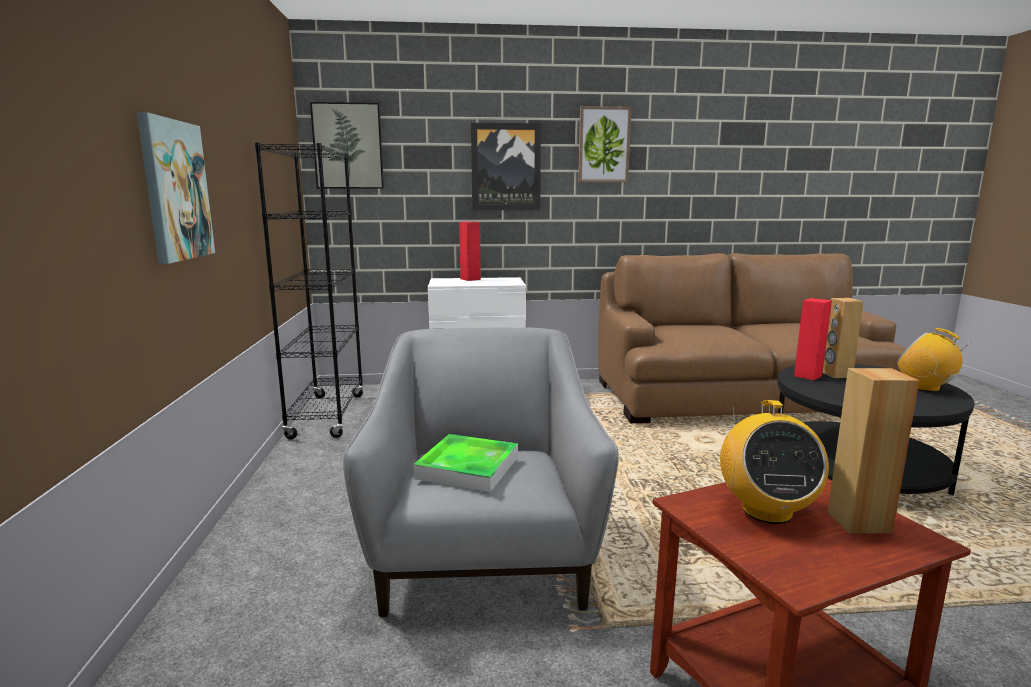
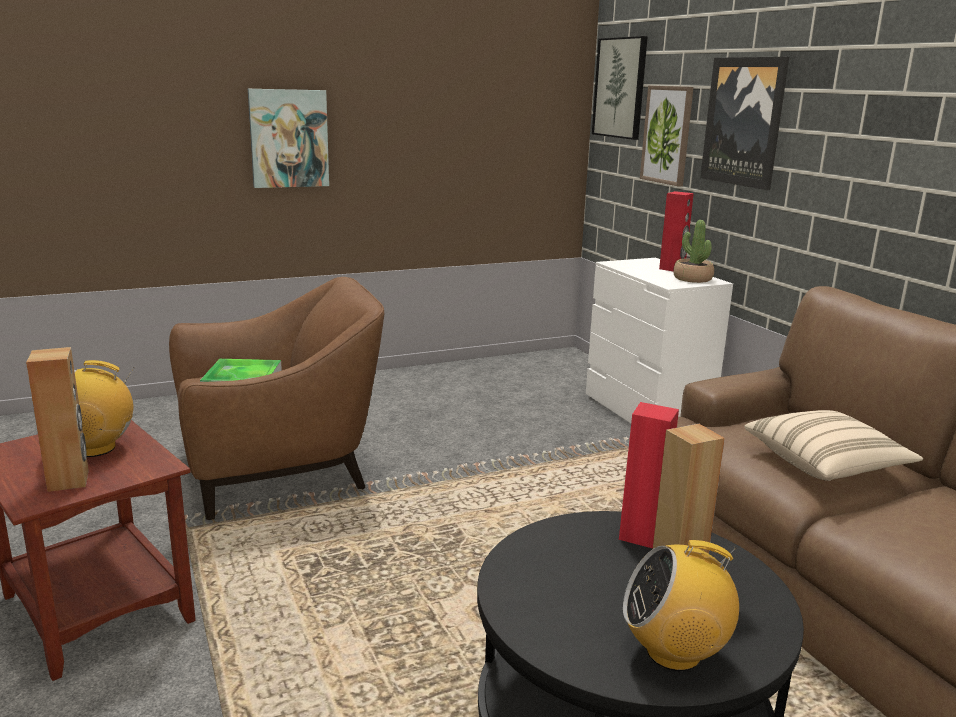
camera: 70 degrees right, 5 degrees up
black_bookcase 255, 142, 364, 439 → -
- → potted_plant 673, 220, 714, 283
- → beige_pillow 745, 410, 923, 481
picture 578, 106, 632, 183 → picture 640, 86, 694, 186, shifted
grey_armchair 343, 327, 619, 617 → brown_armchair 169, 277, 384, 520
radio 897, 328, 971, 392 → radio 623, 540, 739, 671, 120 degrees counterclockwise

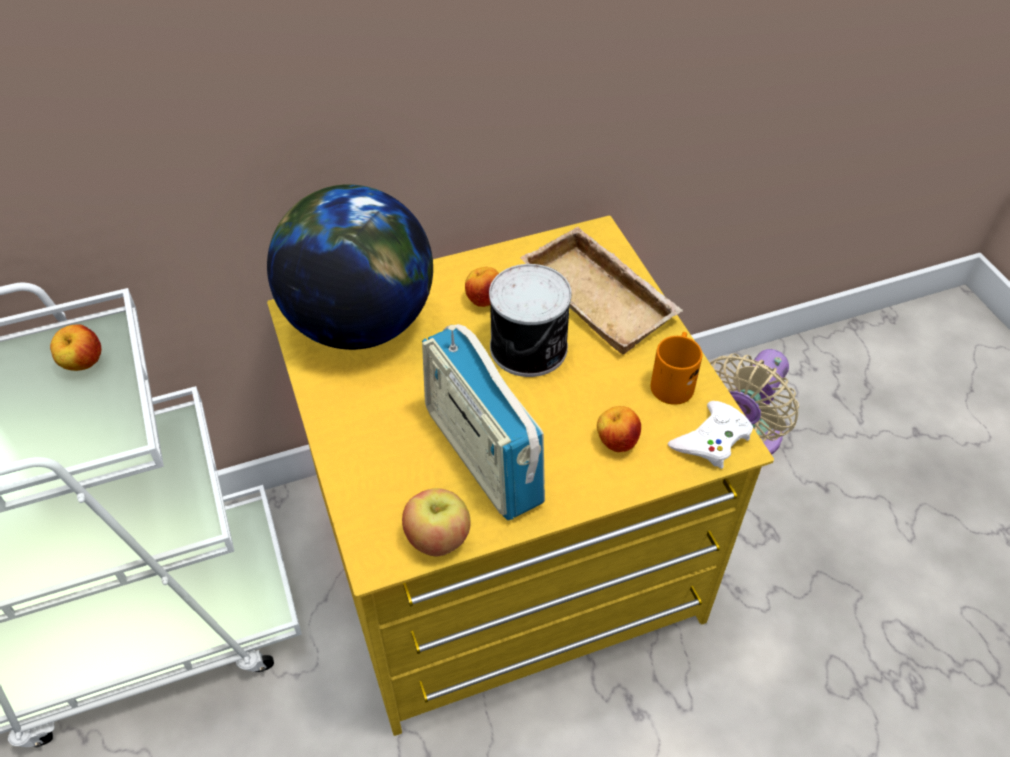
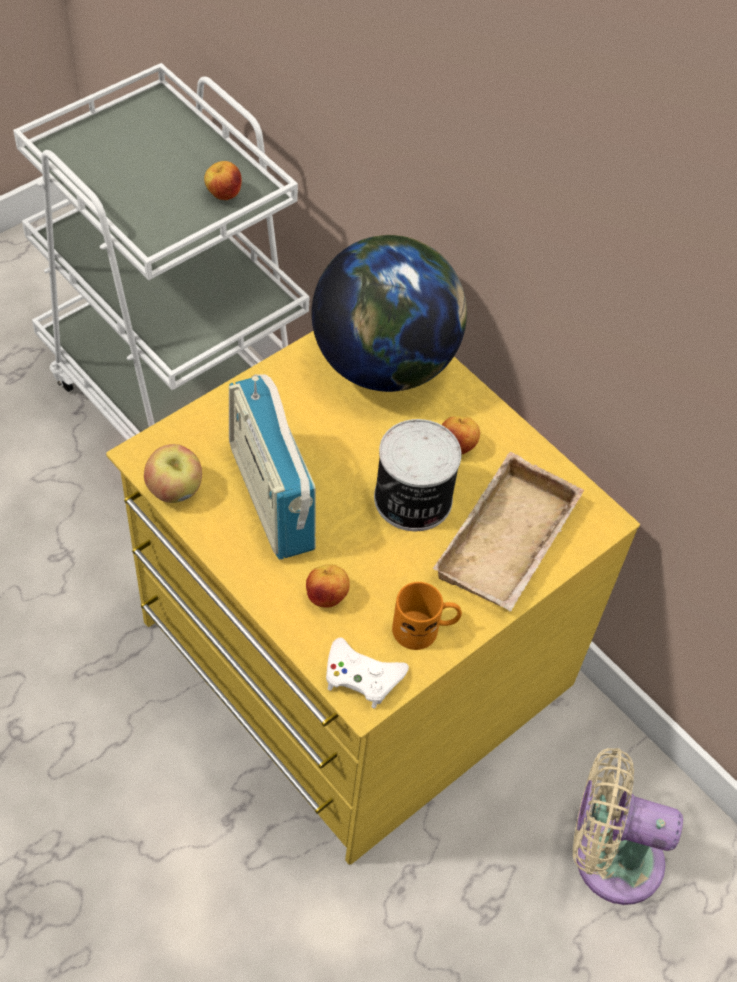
camera: 65 degrees right, 5 degrees up
radio 422, 324, 545, 520 → radio 229, 374, 316, 560, 60 degrees counterclockwise

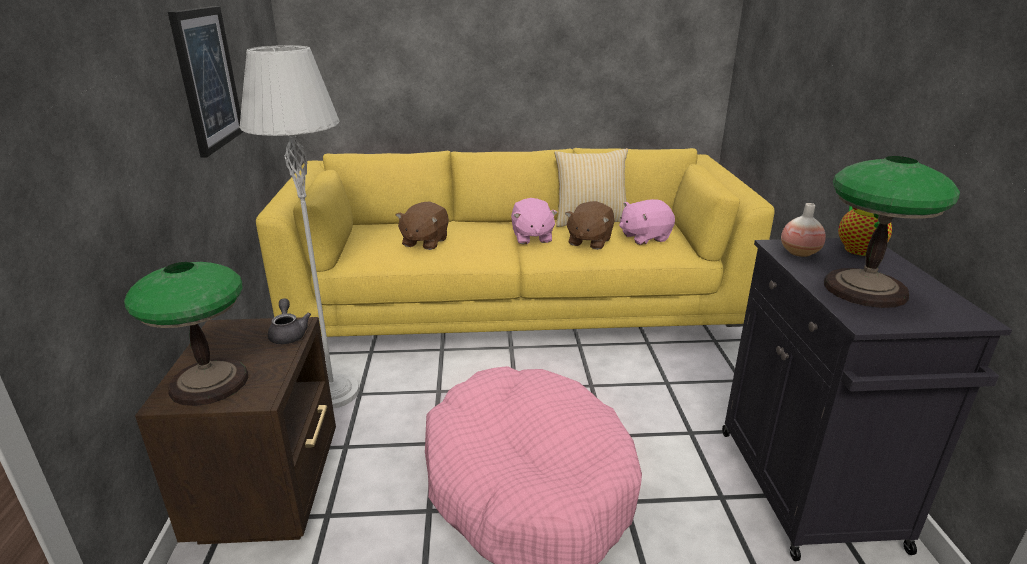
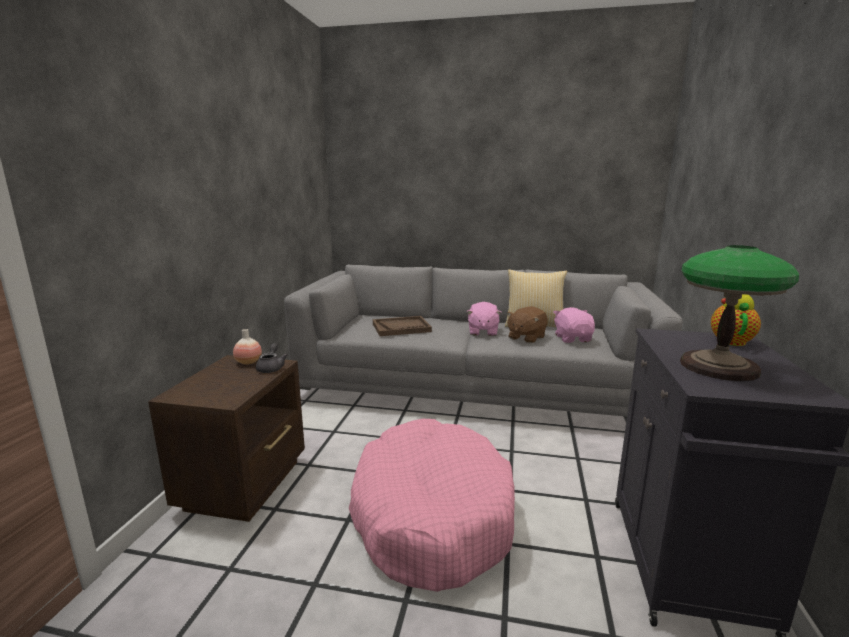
camera: 15 degrees right, 10 degrees down
table_lamp 124, 262, 249, 406 → -
picture 168, 6, 243, 157 → -
grey_floor_lamp 240, 45, 359, 409 → -
vase 781, 203, 826, 257 → vase 233, 329, 262, 365, shifted
brown_plush_toy 396, 202, 449, 250 → brown_tray 373, 316, 432, 336
yellow_sofa 256, 148, 775, 337 → grey_sofa 284, 265, 683, 417
pink_plush_toy 619, 199, 675, 245 → pink_plush_toy 553, 307, 595, 343, 90 degrees clockwise

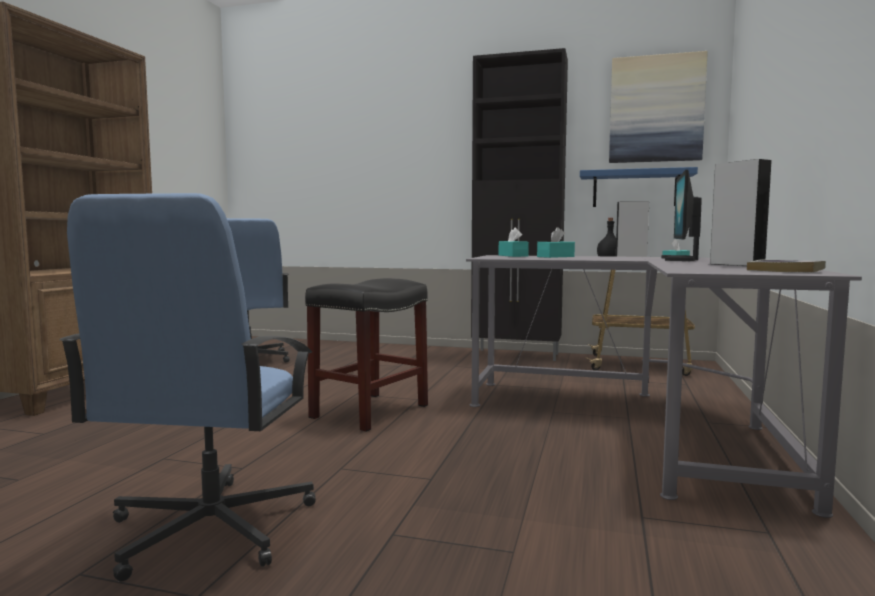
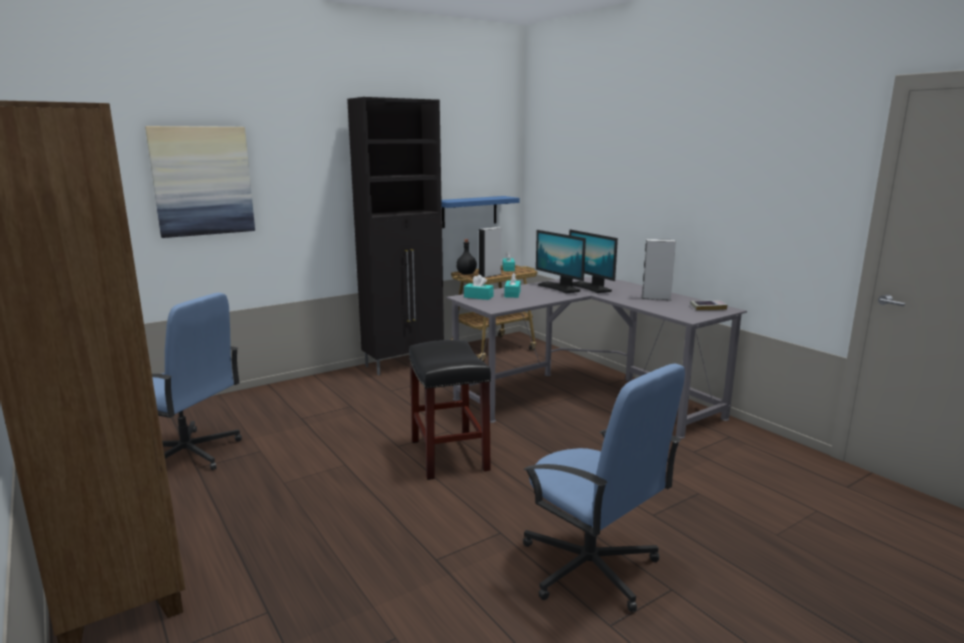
camera: 50 degrees left, 10 degrees up
- → monitor 536, 230, 586, 293
picture 609, 51, 708, 163 → picture 145, 126, 255, 238, shifted

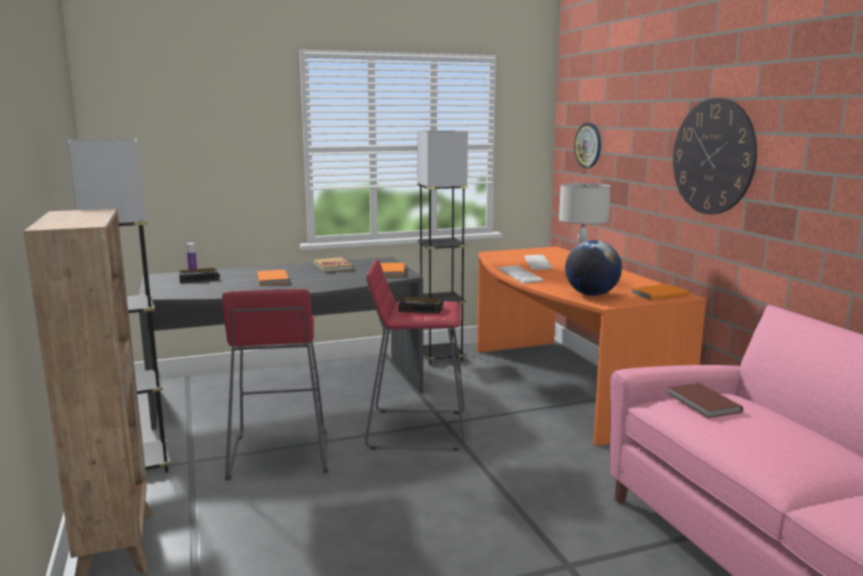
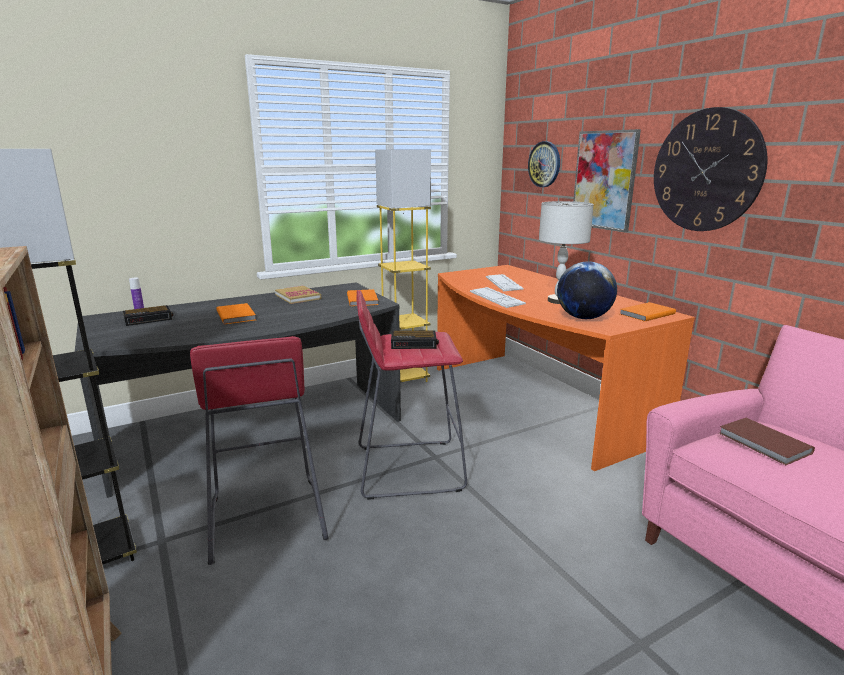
camera: 10 degrees left, 5 degrees up
- → picture 573, 129, 641, 232
grey_floor_lamp 417, 131, 468, 365 → yellow_floor_lamp 375, 149, 431, 382

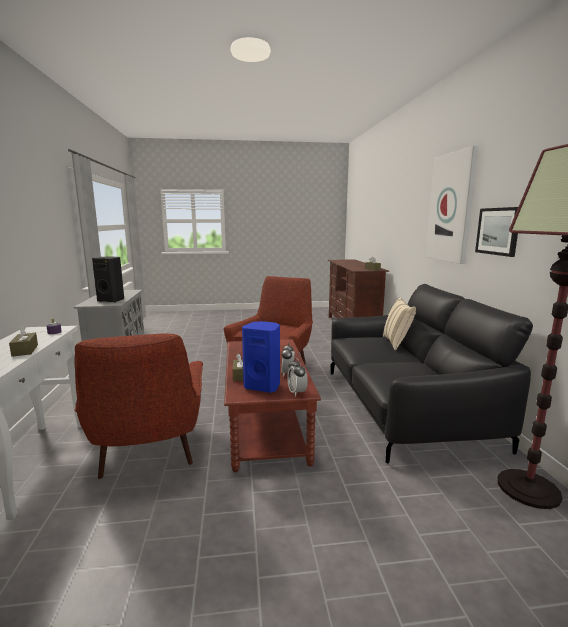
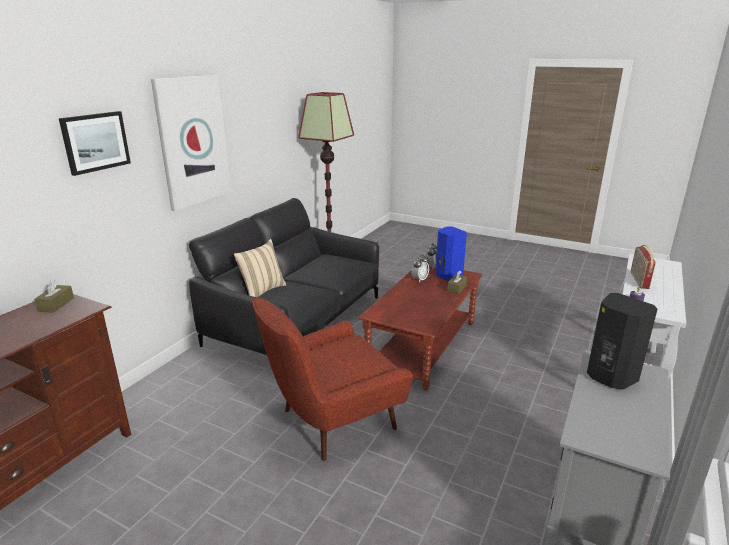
camera: 145 degrees left, 10 degrees up
red_armchair 74, 334, 203, 479 → -
picture 475, 207, 518, 257 → picture 59, 111, 131, 176, shifted
brown_tissue_box 9, 325, 38, 357 → radio 631, 245, 656, 289

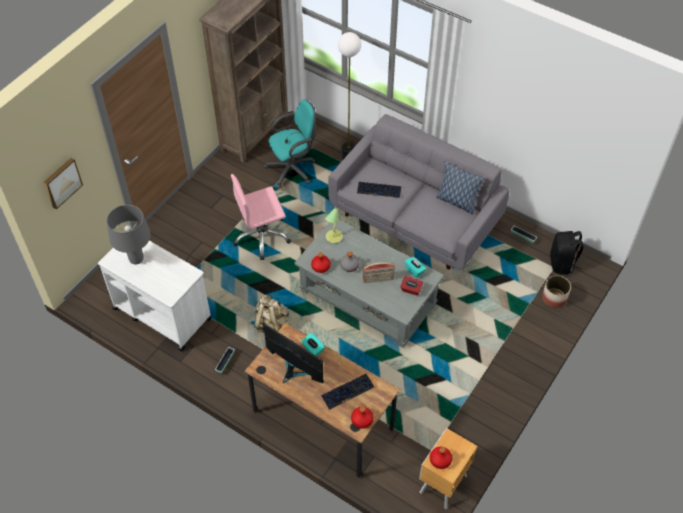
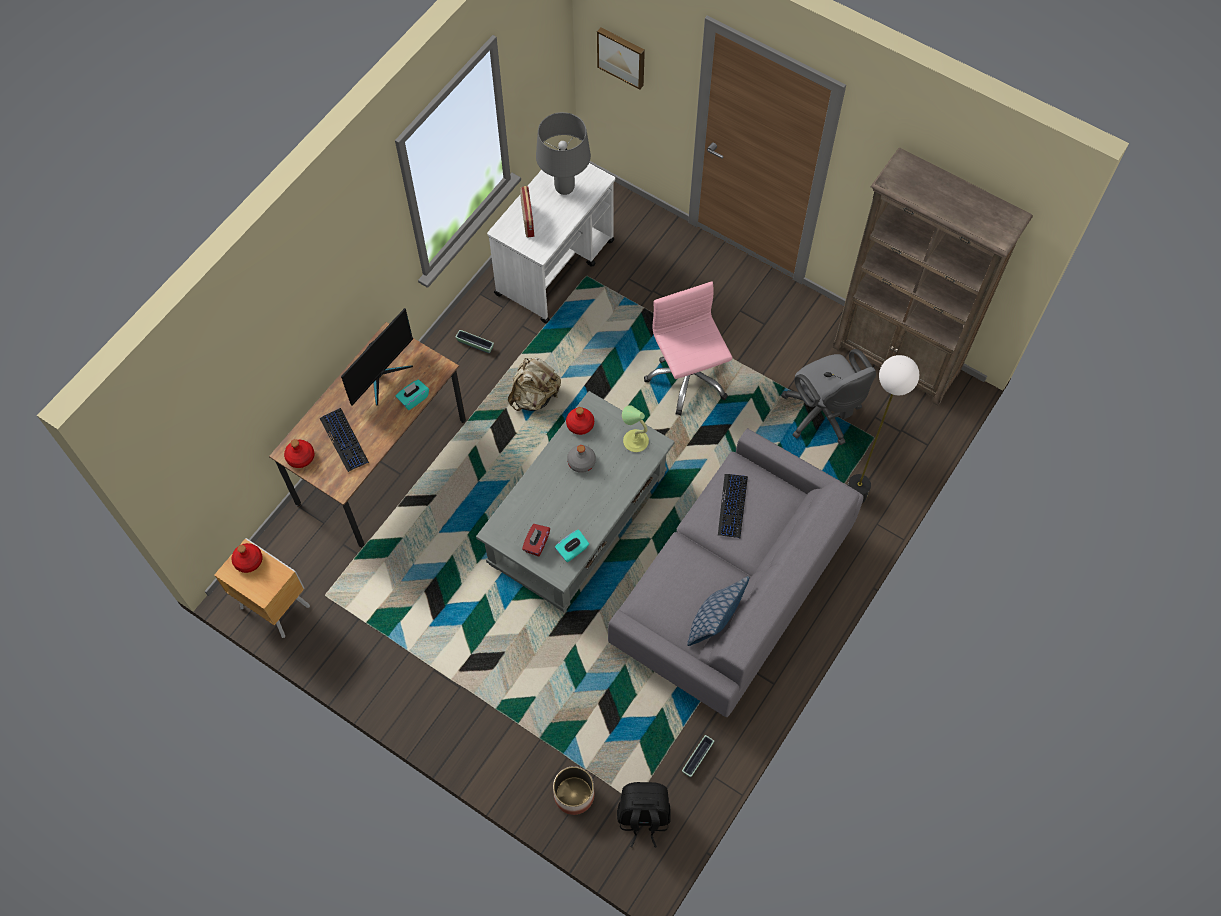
camera: 90 degrees right, 10 degrees up
radio 363, 262, 395, 283 → radio 520, 186, 534, 237, shifted
turquoise_office_chair 264, 100, 316, 189 → grey_office_chair 781, 349, 876, 445

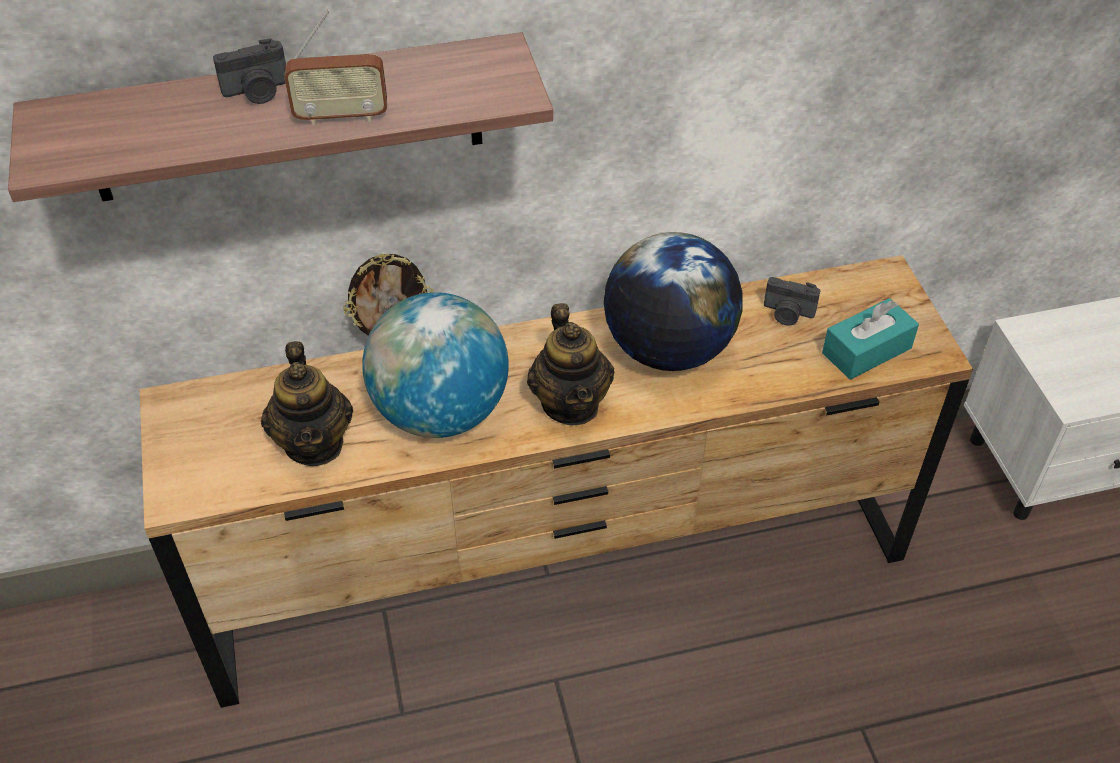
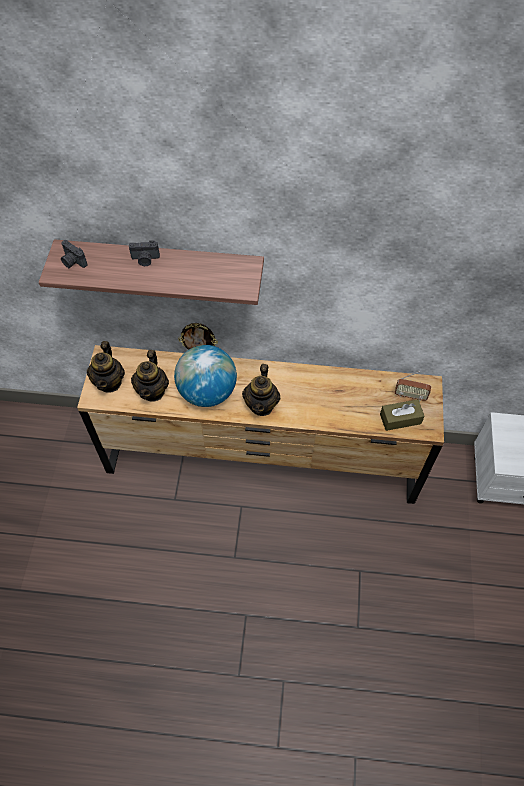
camera: 20 degrees right, 10 degrees up
globe 604, 232, 743, 371 → -
- → teapot 87, 341, 125, 393
radio 284, 9, 387, 126 → radio 395, 371, 431, 401, shifted
photo_camera 764, 277, 821, 326 → photo_camera 61, 240, 88, 268, shifted
turquoise_tissue_box 822, 298, 919, 380 → brown_tissue_box 380, 399, 424, 431

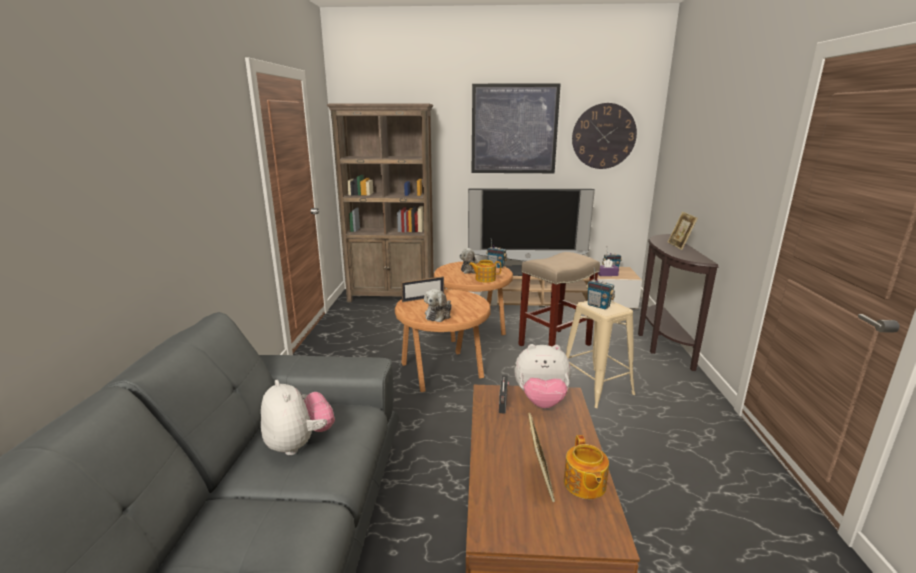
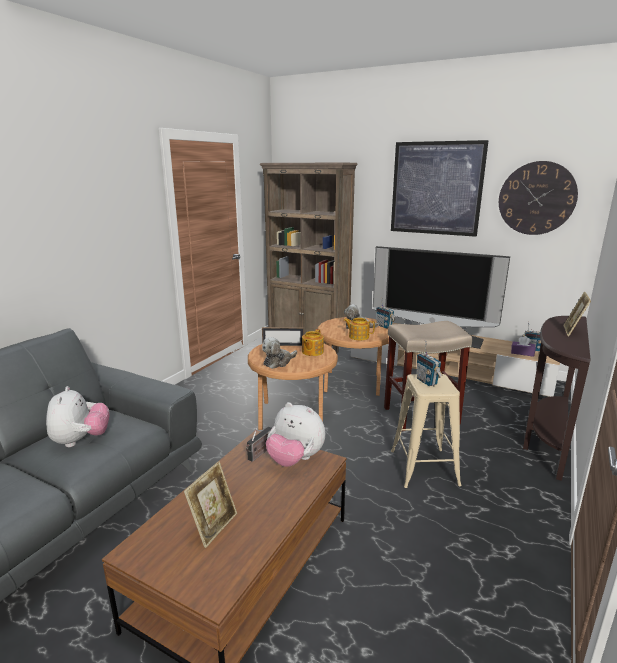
camera: 25 degrees right, 0 degrees up
teapot 564, 435, 609, 499 → teapot 302, 329, 324, 356, shifted

